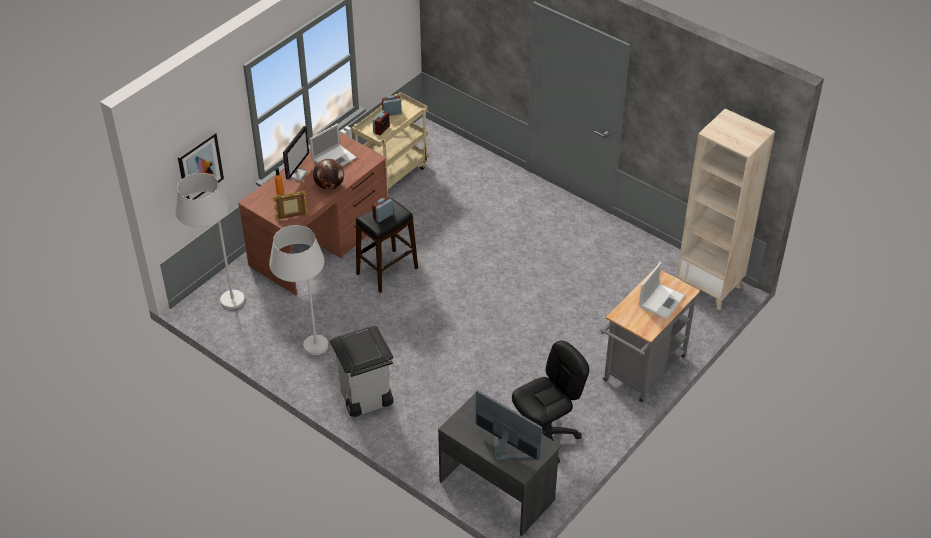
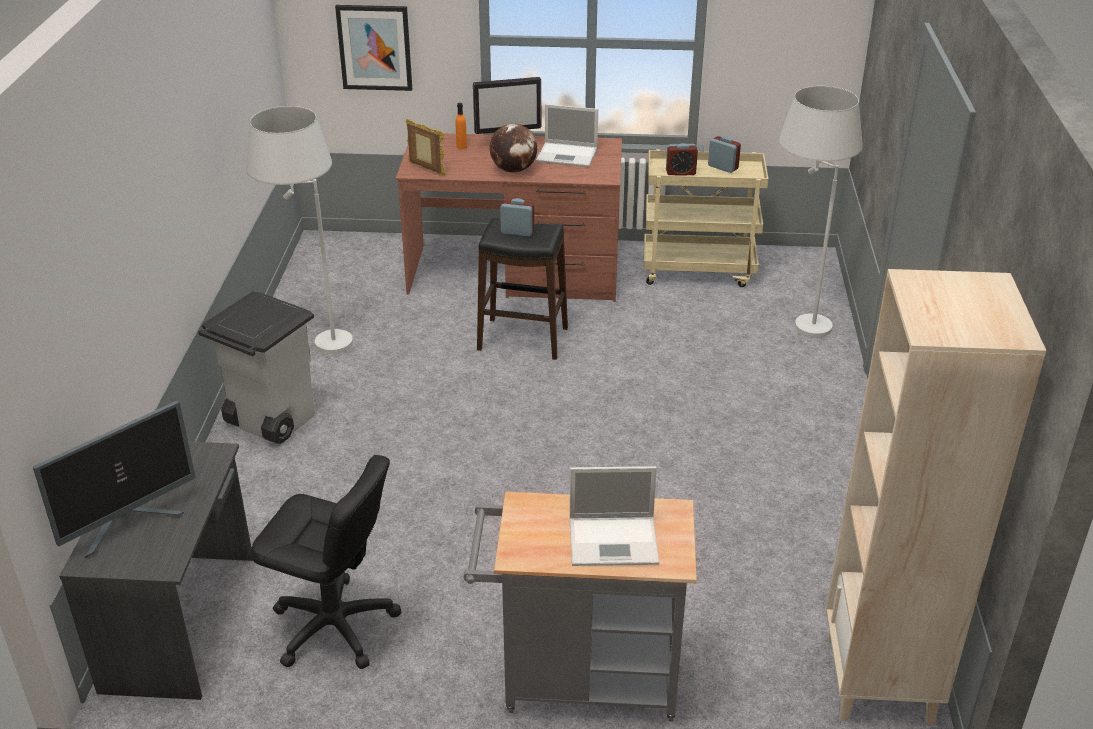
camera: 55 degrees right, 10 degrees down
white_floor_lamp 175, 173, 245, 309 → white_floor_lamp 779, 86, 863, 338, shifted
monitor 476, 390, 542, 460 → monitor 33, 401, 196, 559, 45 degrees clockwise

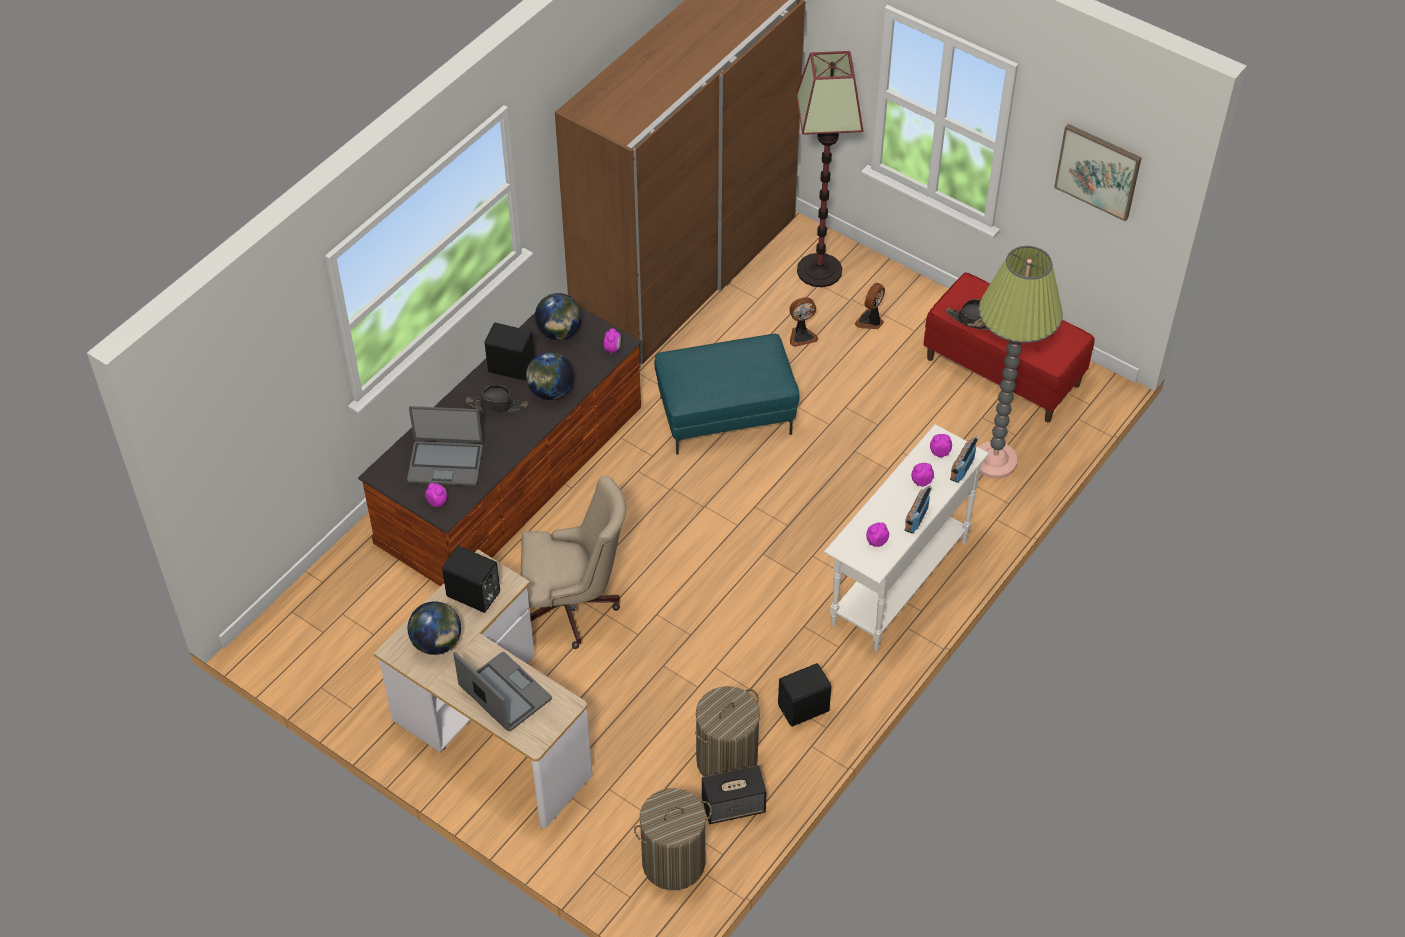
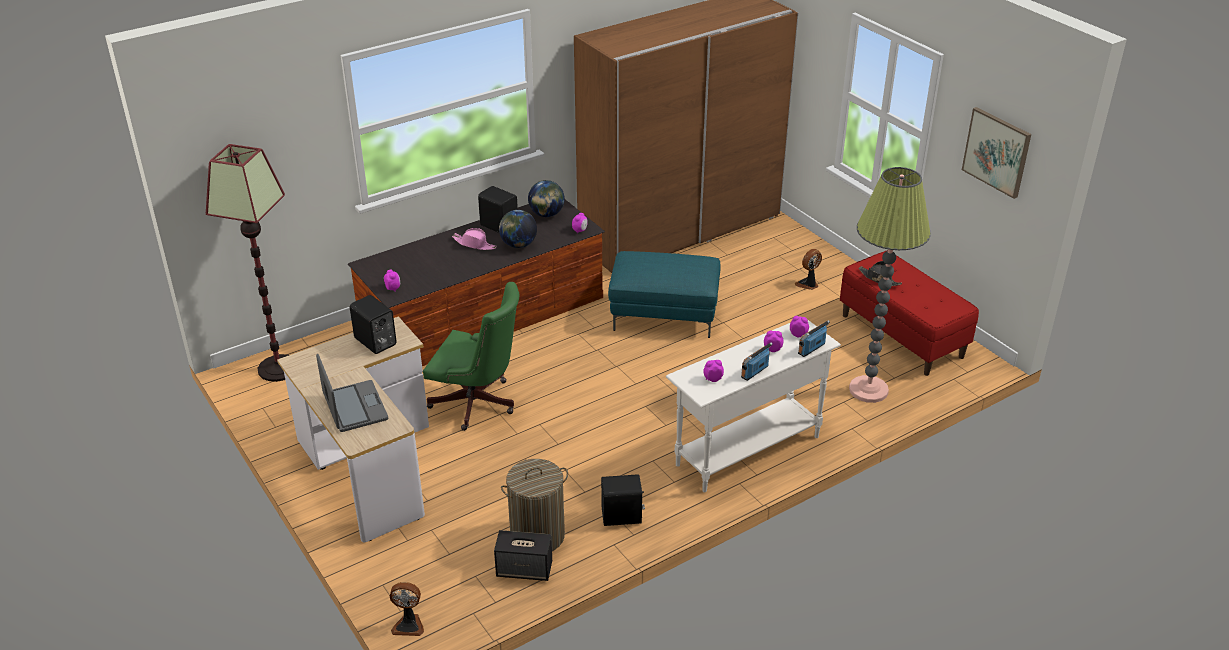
camera: 20 degrees right, 15 degrees down
laptop 407, 406, 483, 486 → -
globe 408, 601, 461, 655 → -
laundry_basket 634, 788, 712, 890 → -
fan 789, 297, 818, 347 → fan 390, 582, 424, 636, shifted
floor_lamp 796, 51, 863, 287 → floor_lamp 206, 144, 289, 382, shifted
black_hat 466, 385, 528, 413 → pink_hat 452, 228, 497, 250
beige_office_chair 521, 476, 626, 649 → green_office_chair 423, 282, 519, 431

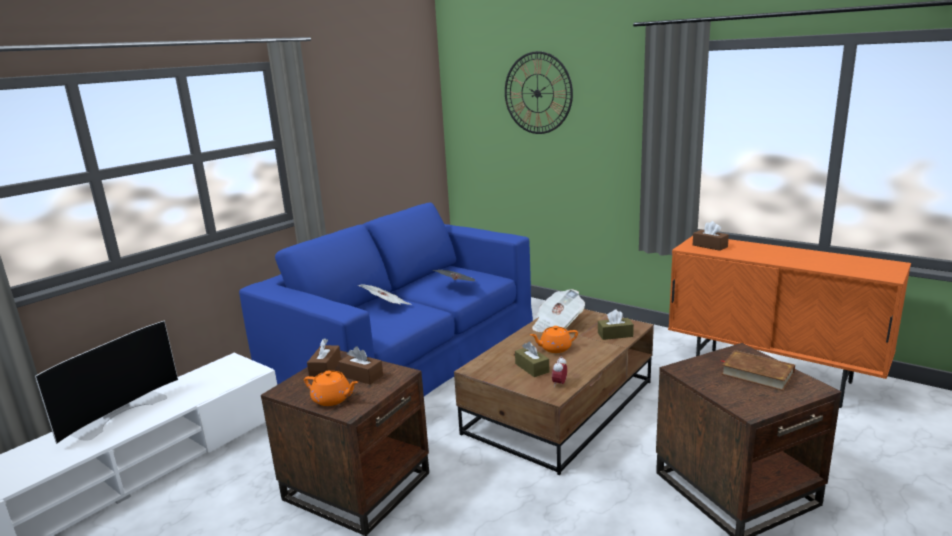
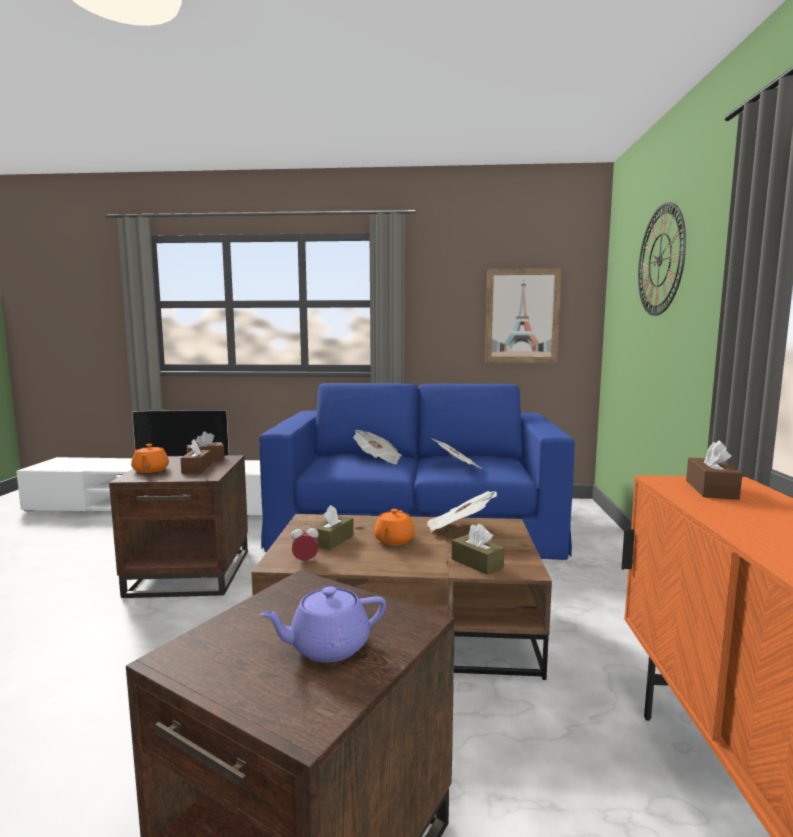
camera: 55 degrees right, 10 degrees down
- → picture 485, 268, 562, 363
brown_book 721, 350, 795, 391 → purple_teapot 260, 586, 386, 662
orange_teapot 530, 326, 578, 353 → orange_teapot 374, 509, 415, 545, 120 degrees counterclockwise

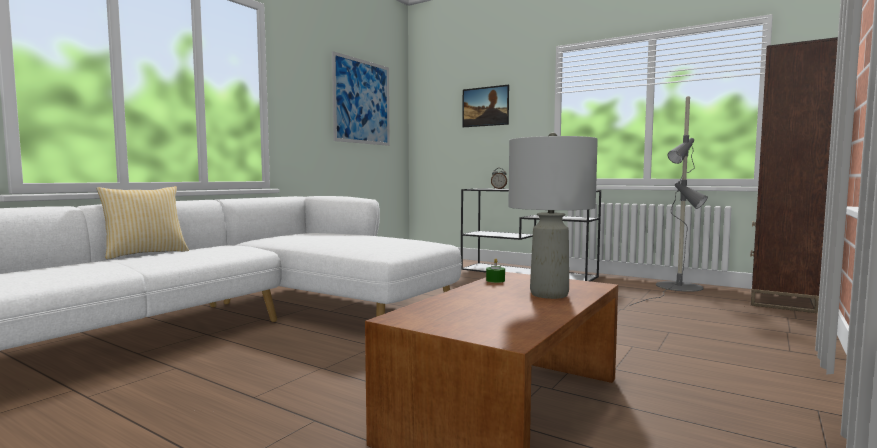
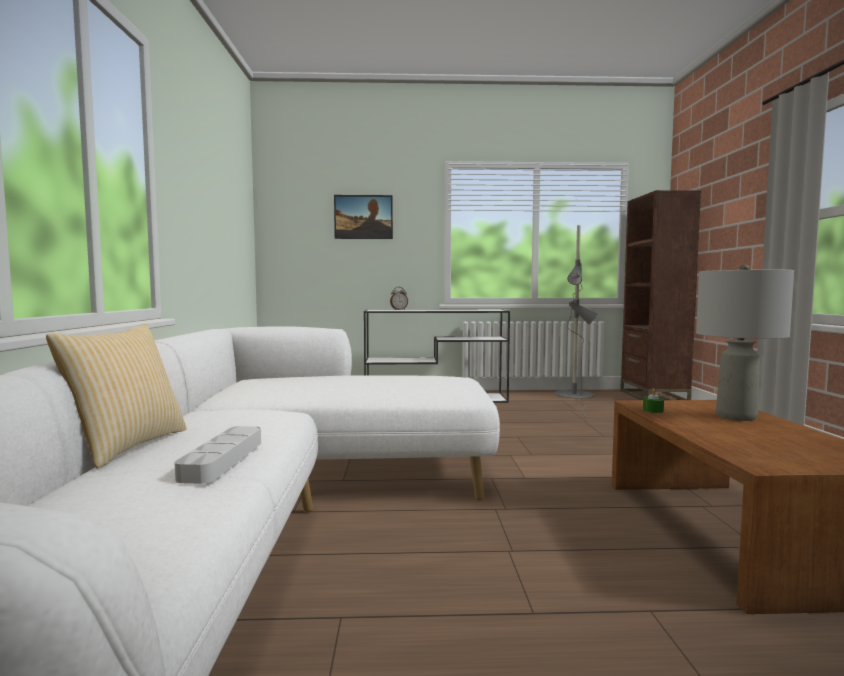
camera: 35 degrees left, 0 degrees up
picture 332, 51, 390, 146 → -
- → grey_tray 174, 426, 261, 484

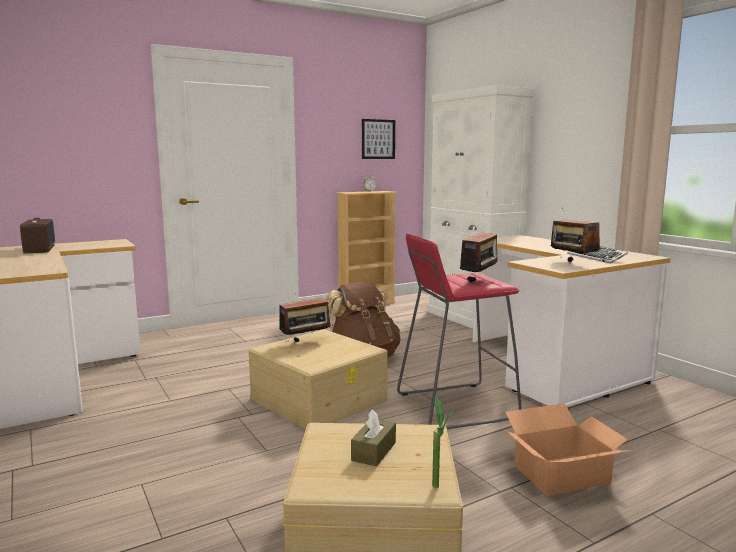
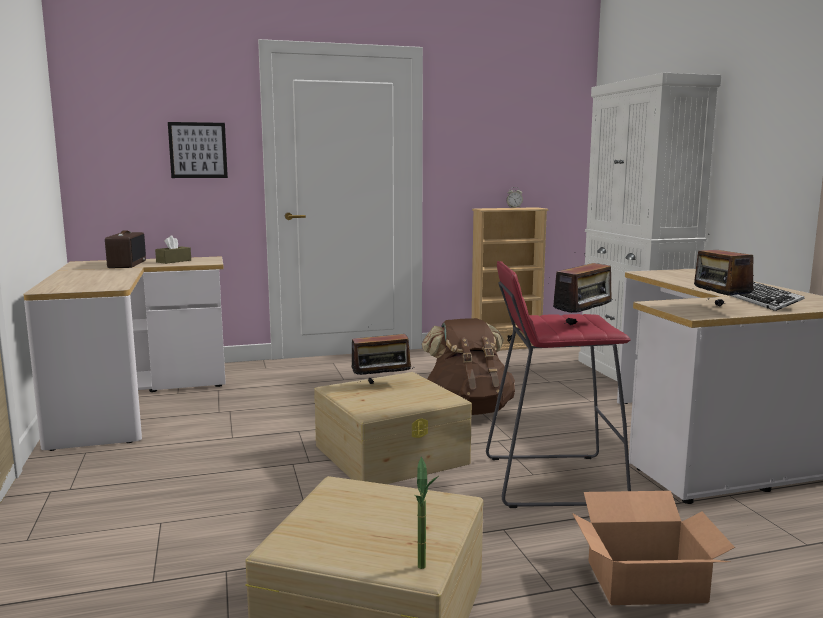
camera: 15 degrees right, 0 degrees up
brown_tissue_box 351, 409, 396, 467 → brown_tissue_box 155, 235, 191, 264, shifted
picture 362, 119, 395, 159 → picture 168, 122, 228, 178, shifted

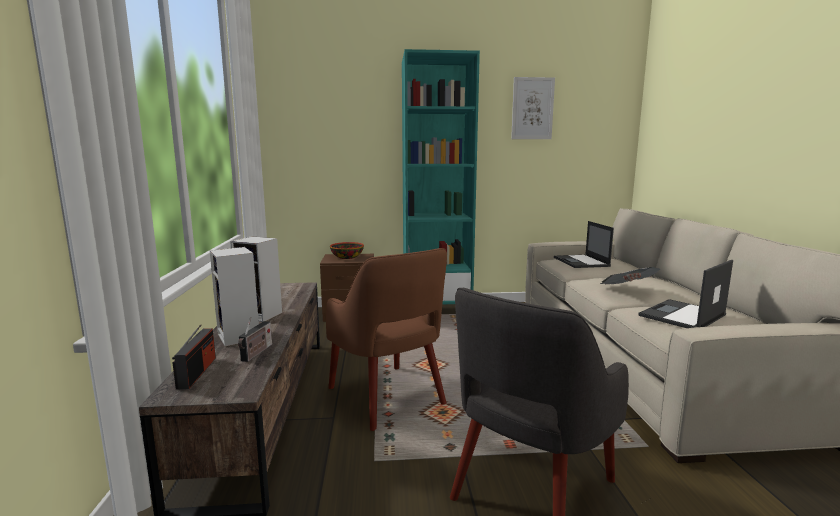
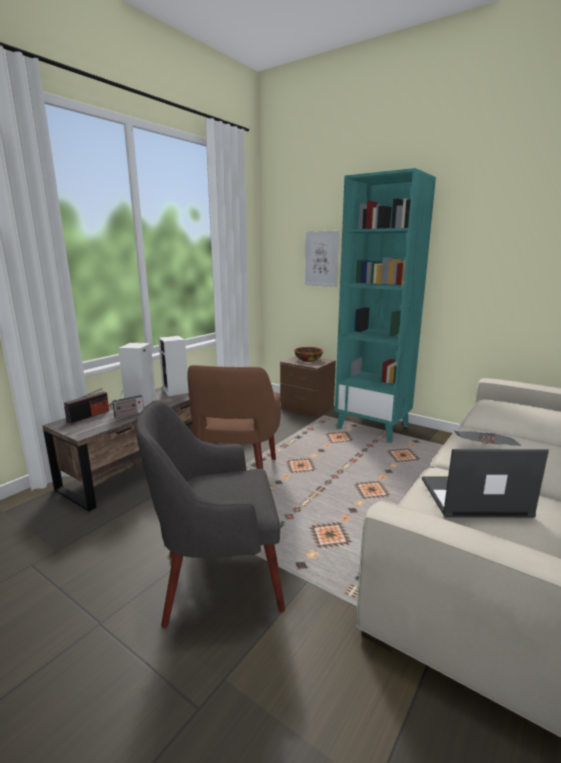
camera: 40 degrees right, 5 degrees up
laptop 554, 221, 614, 268 → -
picture 511, 77, 555, 139 → picture 305, 230, 339, 287, shifted

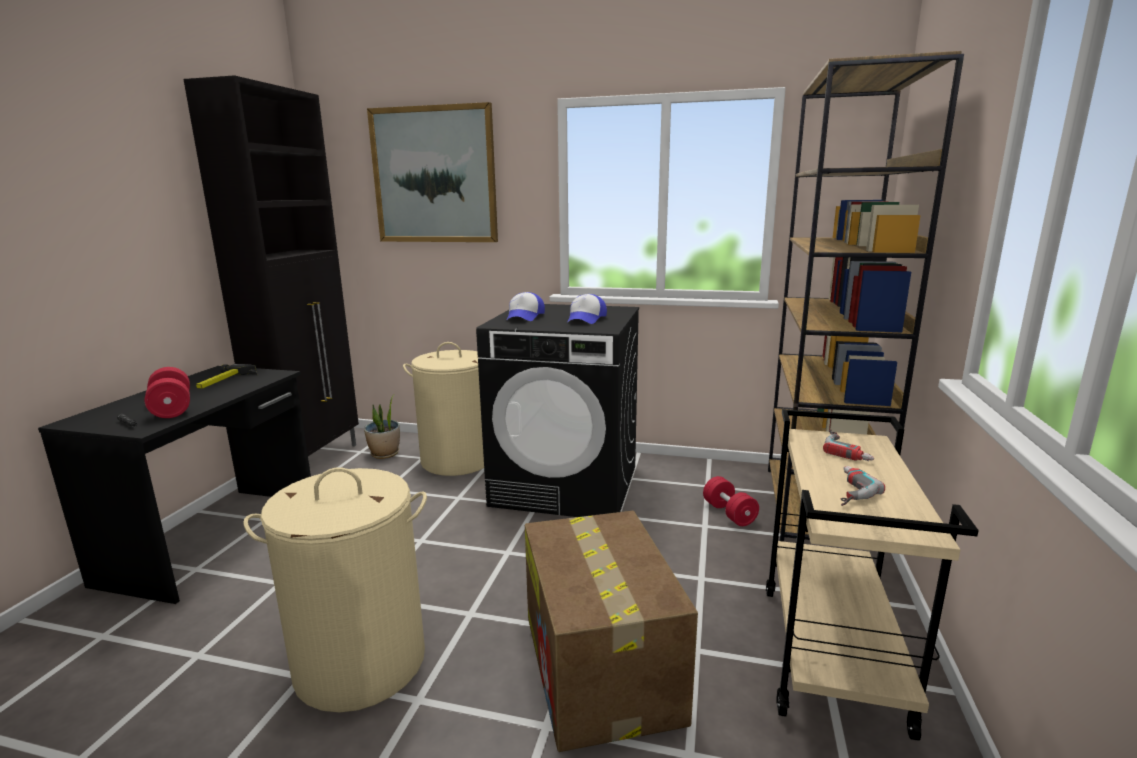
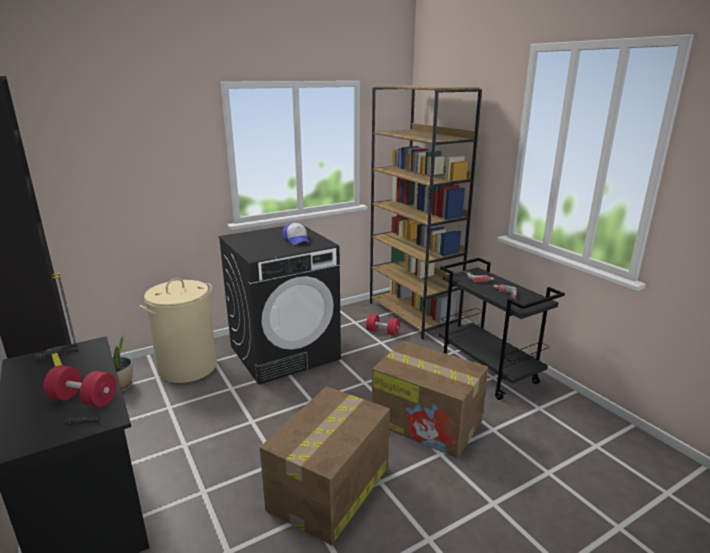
camera: 45 degrees left, 5 degrees up
picture 367, 102, 498, 242 → -
cap 507, 292, 545, 321 → -
beige_laundry_basket 243, 468, 427, 713 → cardboard_box 260, 386, 390, 545
beige_cart 766, 409, 979, 741 → black_cart 439, 258, 565, 400

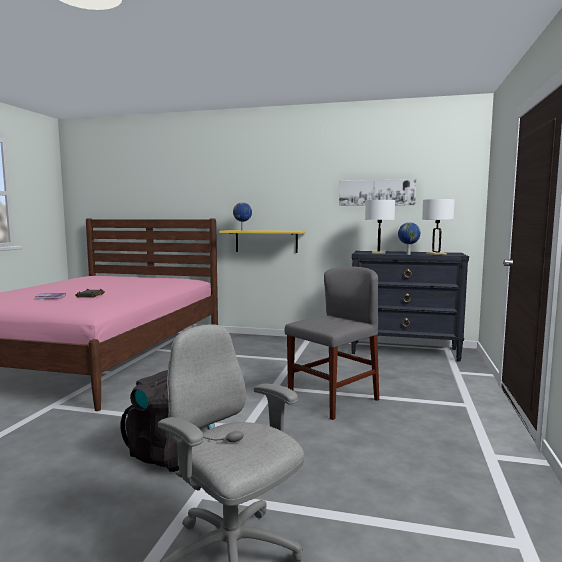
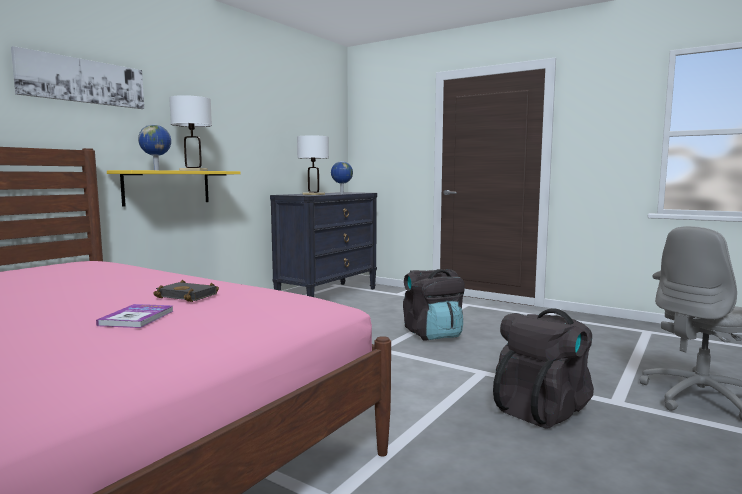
camera: 70 degrees left, 0 degrees up
picture 339, 179, 416, 206 → picture 11, 46, 144, 109, shifted
white_table_lamp 422, 199, 455, 255 → white_table_lamp 169, 95, 212, 171, shifted
grey_chair 285, 267, 379, 420 → black_backpack 403, 269, 465, 341

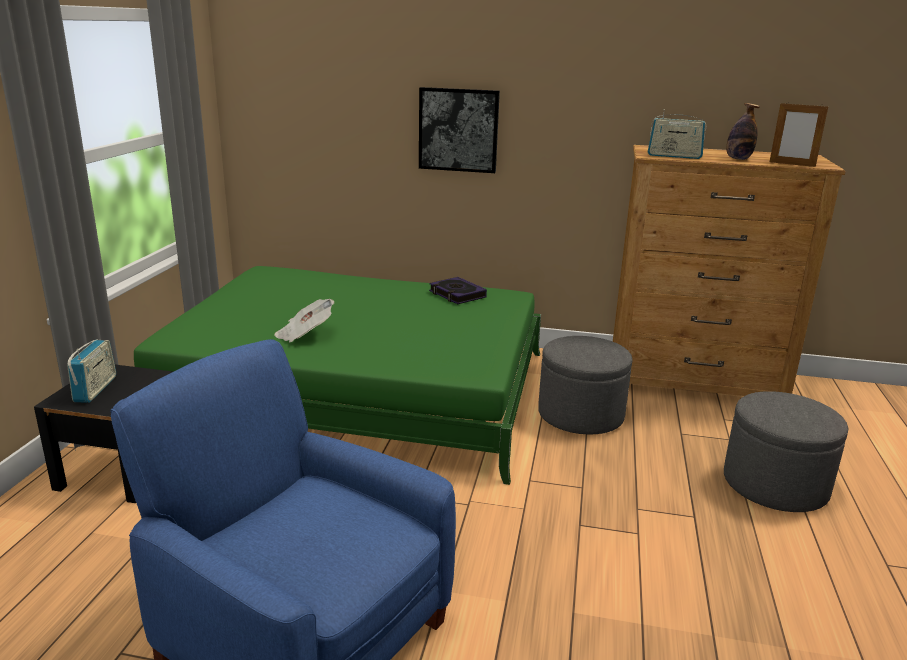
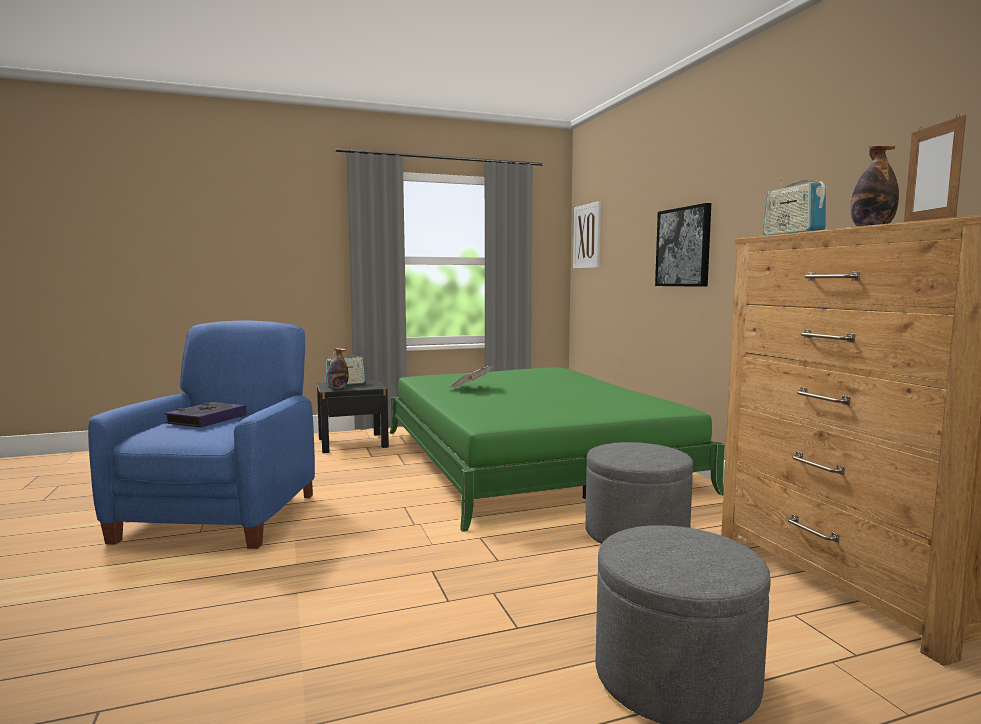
camera: 60 degrees right, 15 degrees down
- → bottle 327, 348, 348, 389
- → picture 573, 201, 601, 269
book 429, 277, 487, 304 → book 165, 402, 246, 428, shifted

